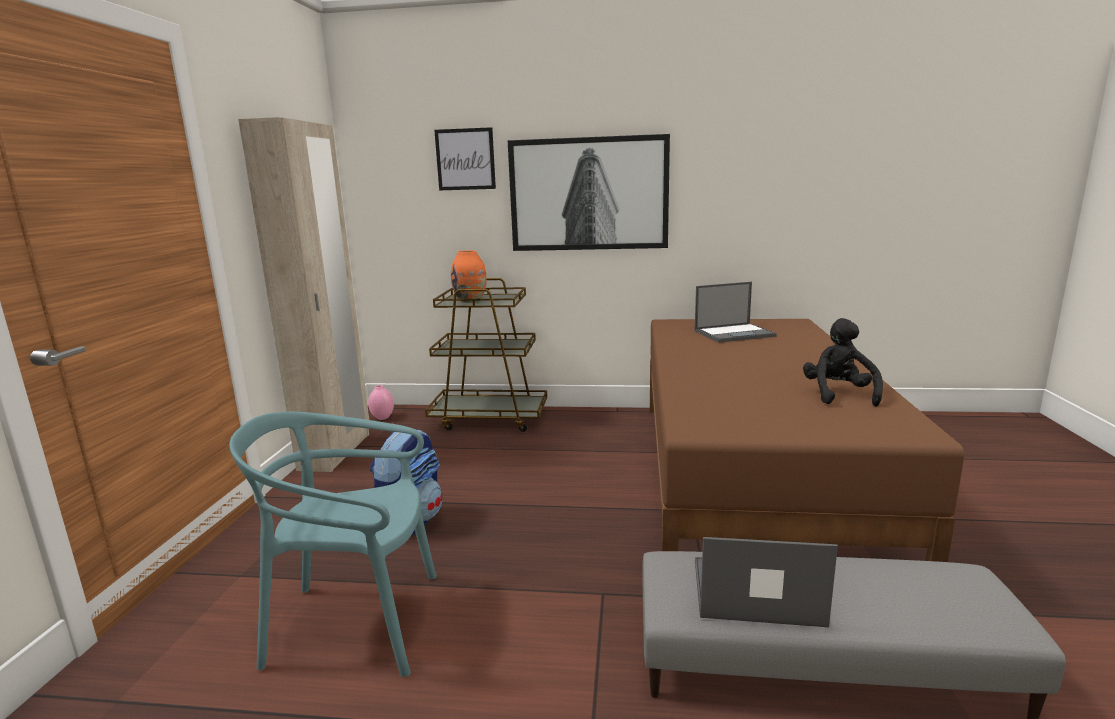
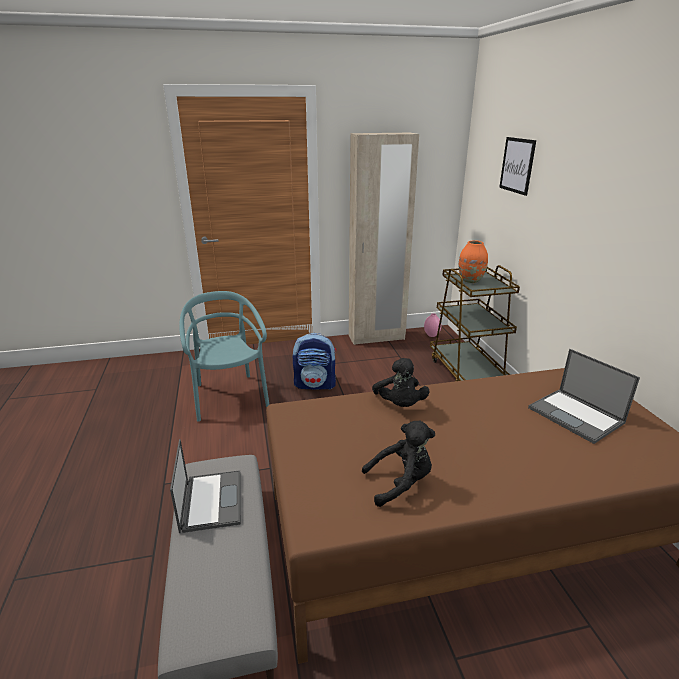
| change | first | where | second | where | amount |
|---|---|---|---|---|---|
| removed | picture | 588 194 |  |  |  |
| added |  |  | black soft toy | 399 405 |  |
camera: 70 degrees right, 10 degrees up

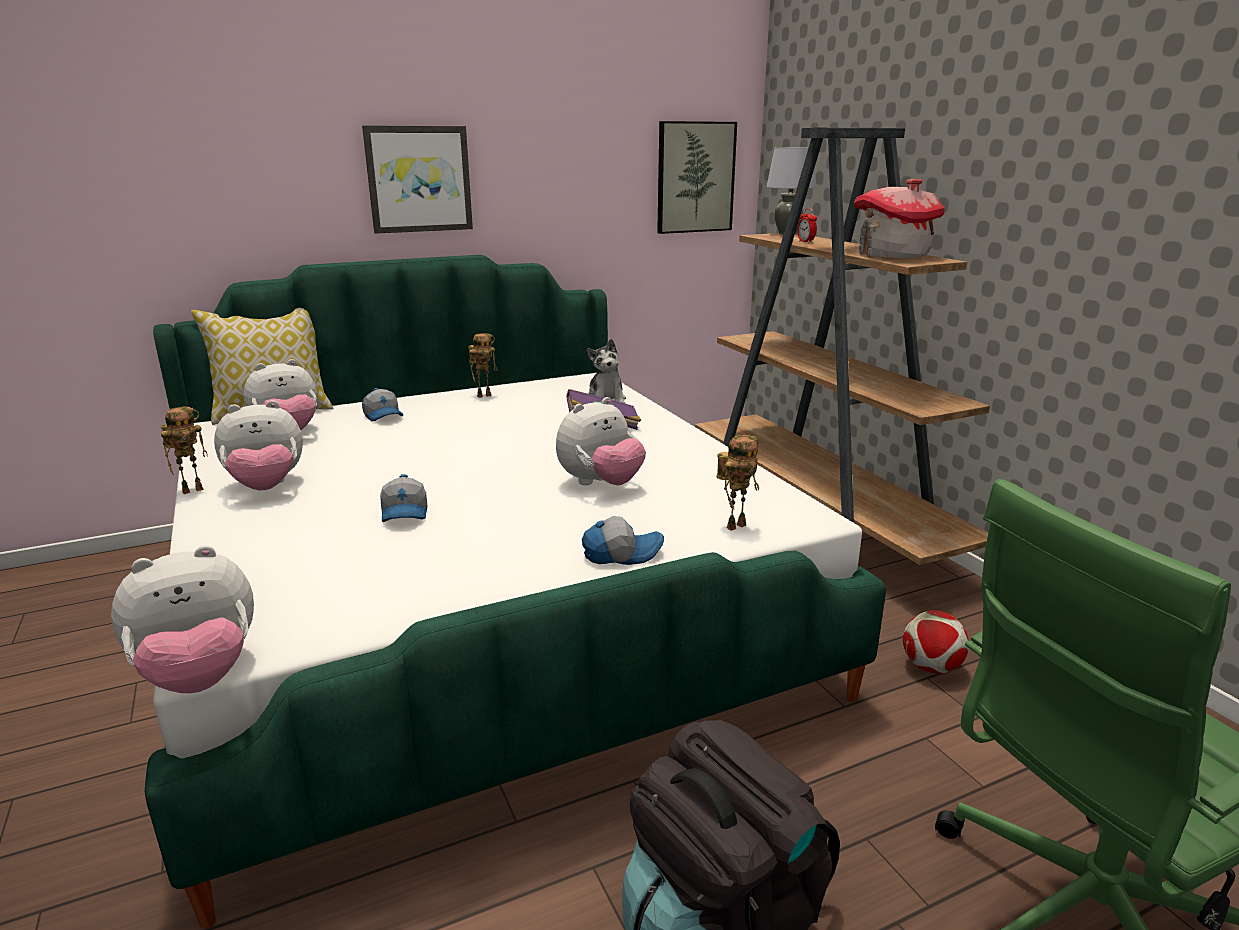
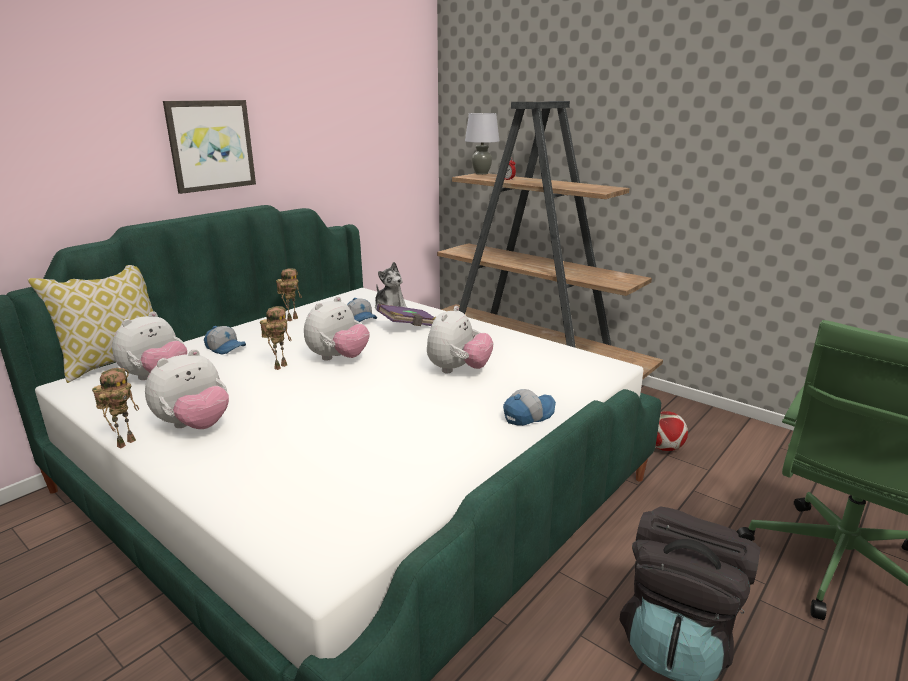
| change | first | where | second | where | amount |
|---|---|---|---|---|---|
| removed | picture | 695 177 |  |  |  |
| removed | toy house | 893 255 |  |  |  |
| moved | toy robot | 735 525 |  | 280 366 |  |
| moved | cap | 406 513 |  | 361 318 |  |
| moved | soft toy | 200 676 |  | 338 358 |  |
camera: 25 degrees left, 0 degrees up

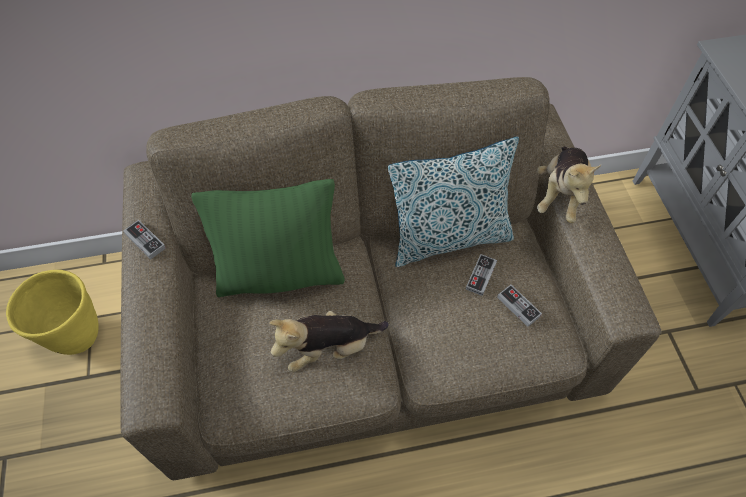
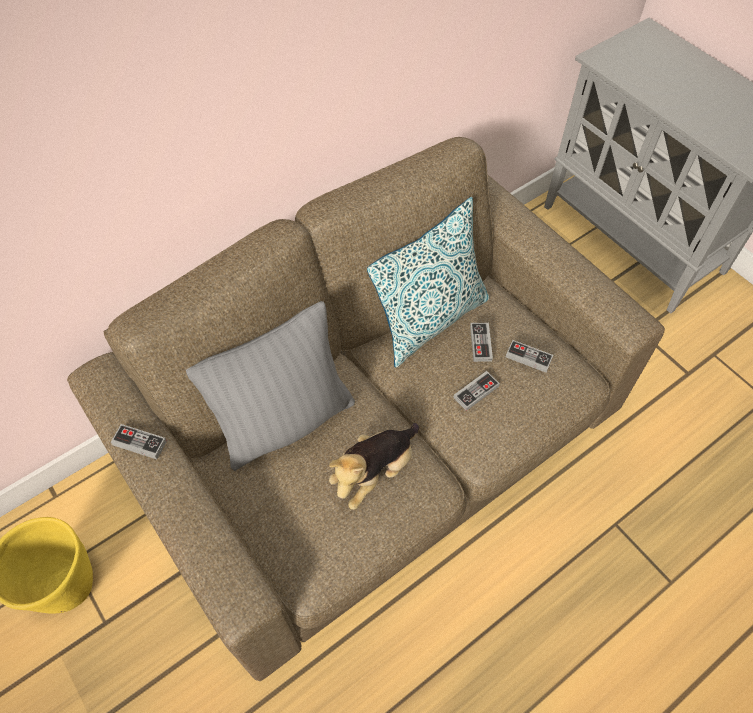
| change | first | where | second | where | amount |
|---|---|---|---|---|---|
| removed | soft toy | 560 194 |  |  |  |
| recoloured | green pillow | 280 274 | grey pillow | 286 421 |  |
| added |  |  | game controller | 476 392 |  |
camera: 25 degrees left, 0 degrees up

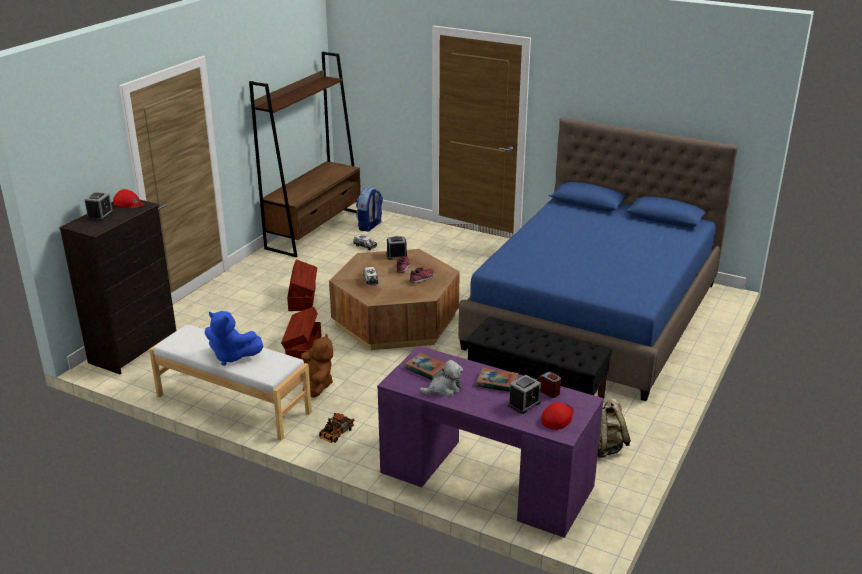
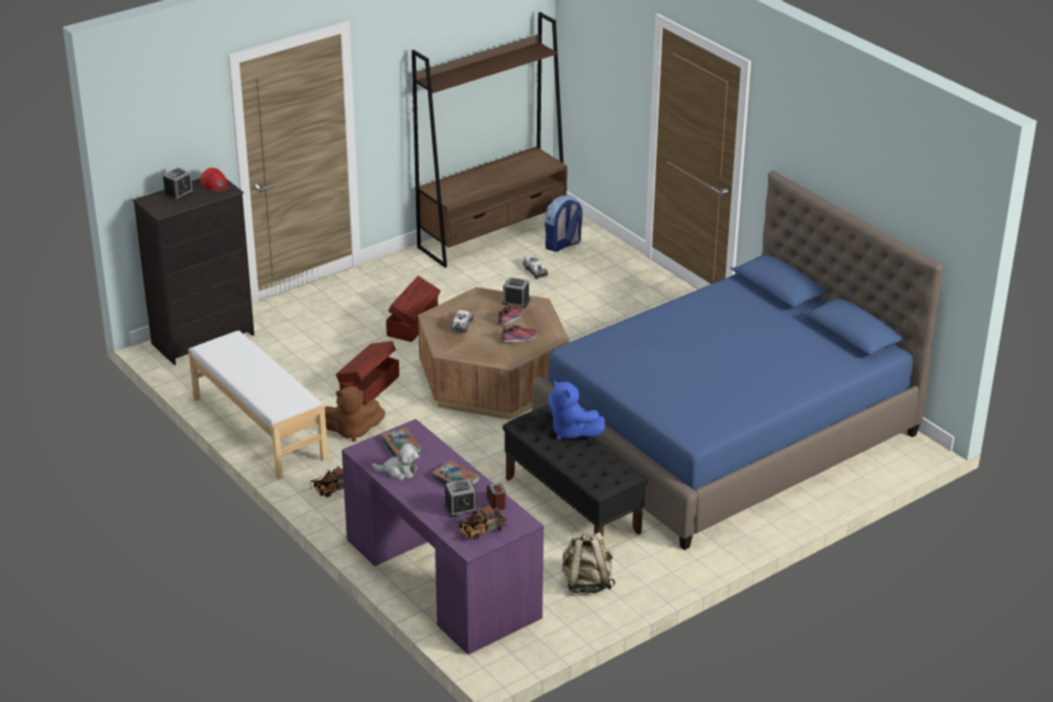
| change | first | where | second | where | amount |
|---|---|---|---|---|---|
| moved | blue soft toy | 232 356 |  | 571 432 |  |
| turned | brown soft toy | 316 385 |  | 352 431 | 75 degrees clockwise |
| replaced | red-coloured cap | 558 417 | toy lorry | 479 531 |  |
camera: 25 degrees right, 5 degrees up

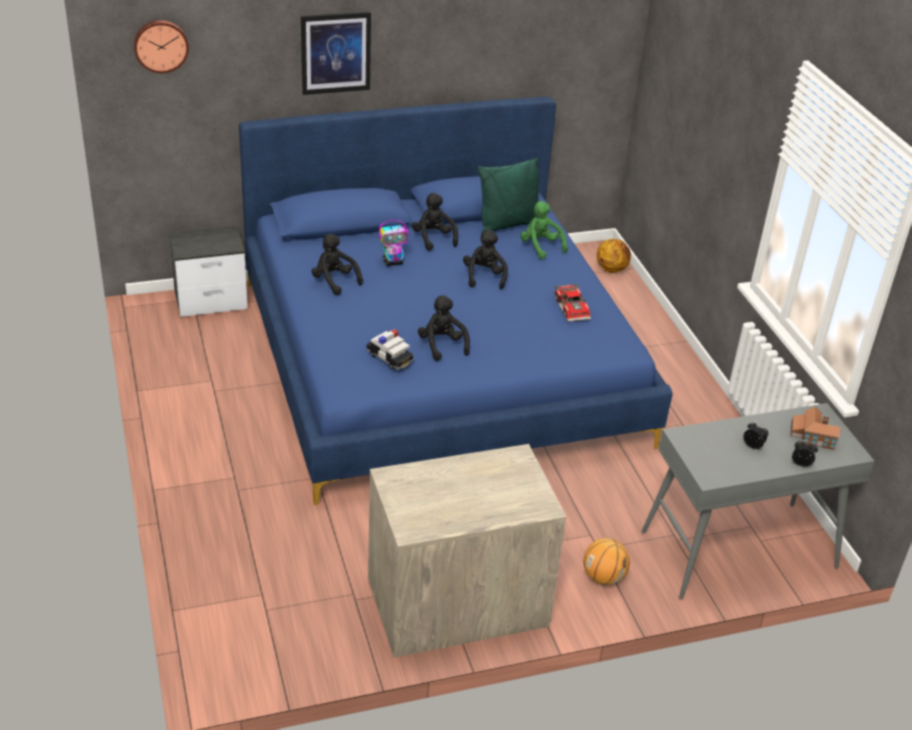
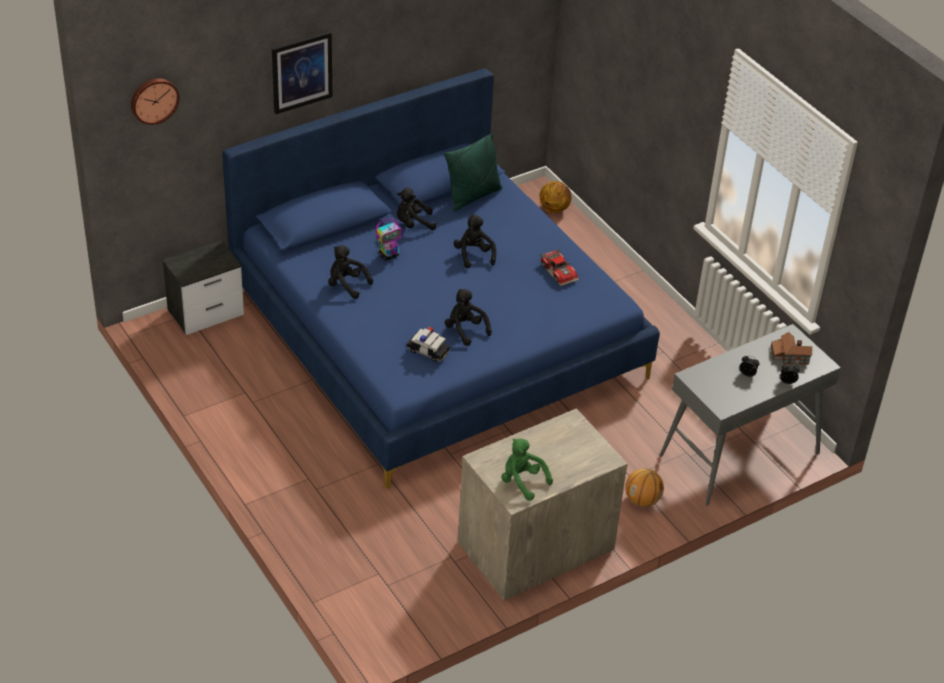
| change | first | where | second | where | amount |
|---|---|---|---|---|---|
| turned | black soft toy | 433 239 |  | 413 224 | 60 degrees counterclockwise |
| moved | green soft toy | 540 247 |  | 522 481 |  |
camera: 15 degrees left, 5 degrees up

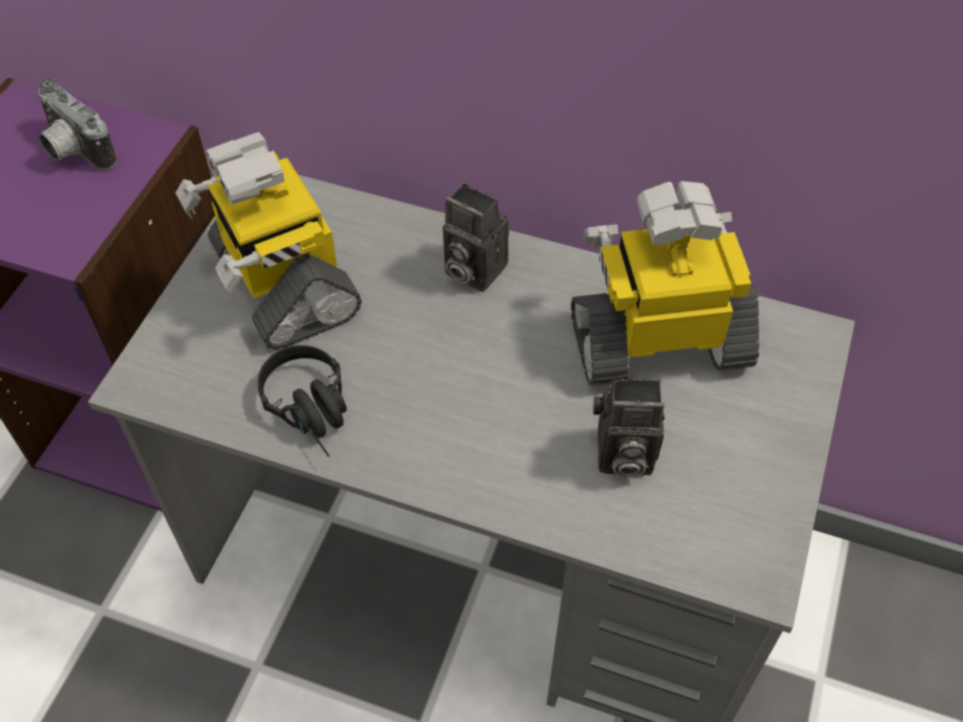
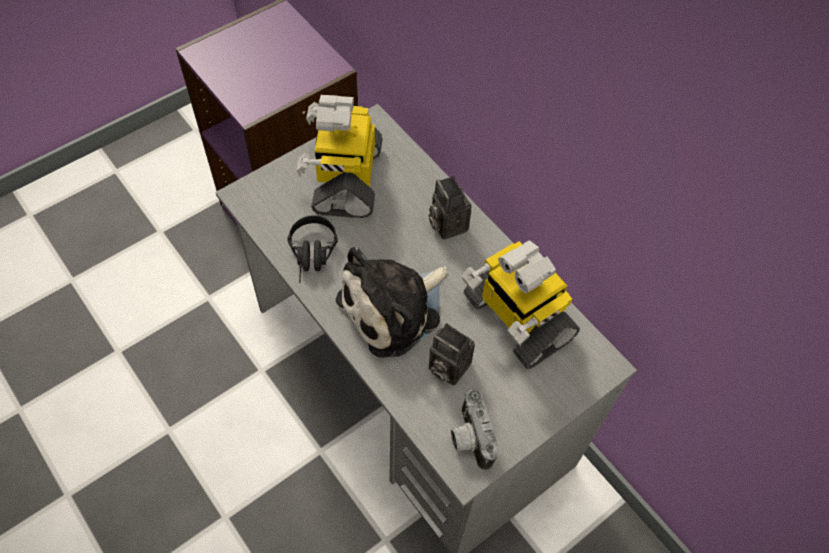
| change | first | where | second | where | amount |
|---|---|---|---|---|---|
| moved | photo camera | 74 151 |  | 468 438 |  |
| turned | toy robot | 659 340 |  | 516 318 | 150 degrees counterclockwise |
| added |  |  | soft toy | 394 308 |  |
camera: 30 degrees right, 5 degrees up

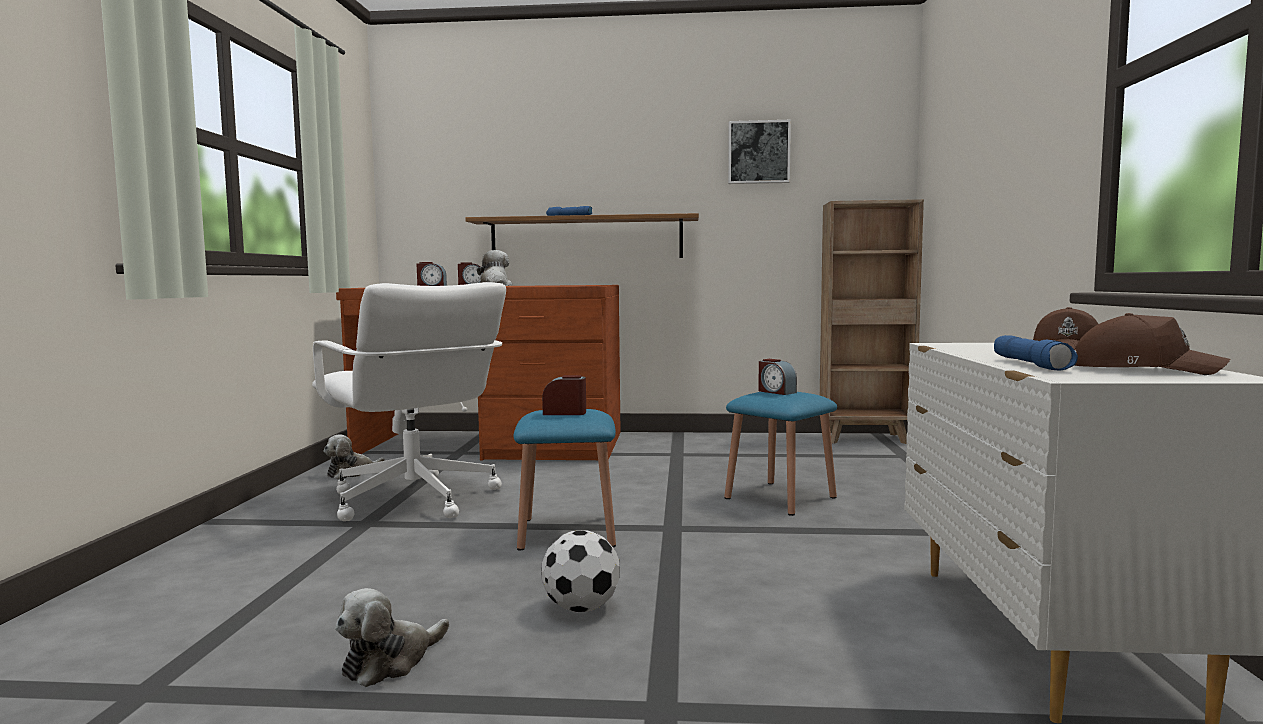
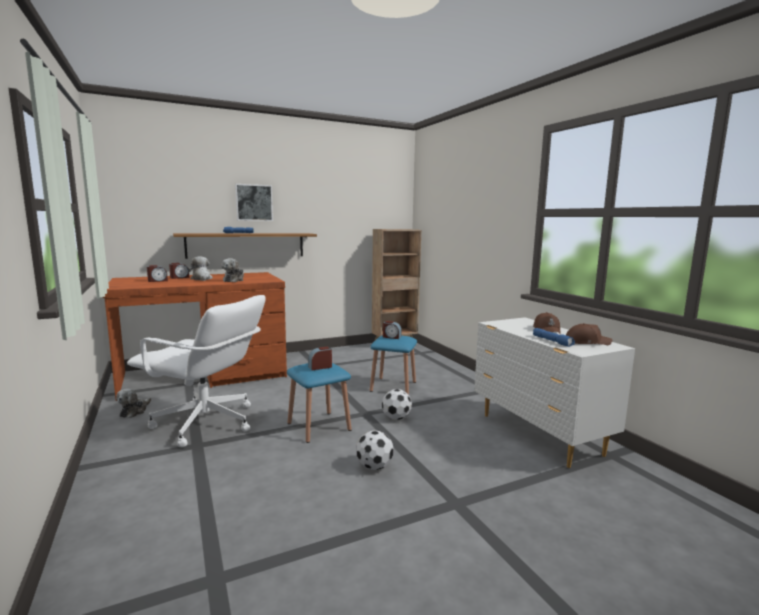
| change | first | where | second | where | amount |
|---|---|---|---|---|---|
| moved | picture | 758 152 |  | 254 202 |  |
| moved | soft toy | 390 661 |  | 234 280 |  |
| added |  |  | ball for football | 396 418 |  |
camera: 30 degrees left, 5 degrees up

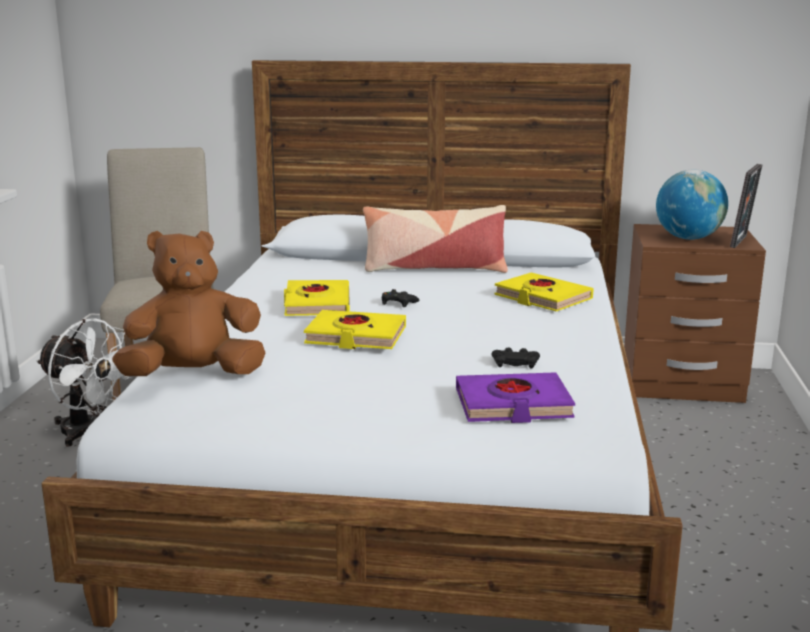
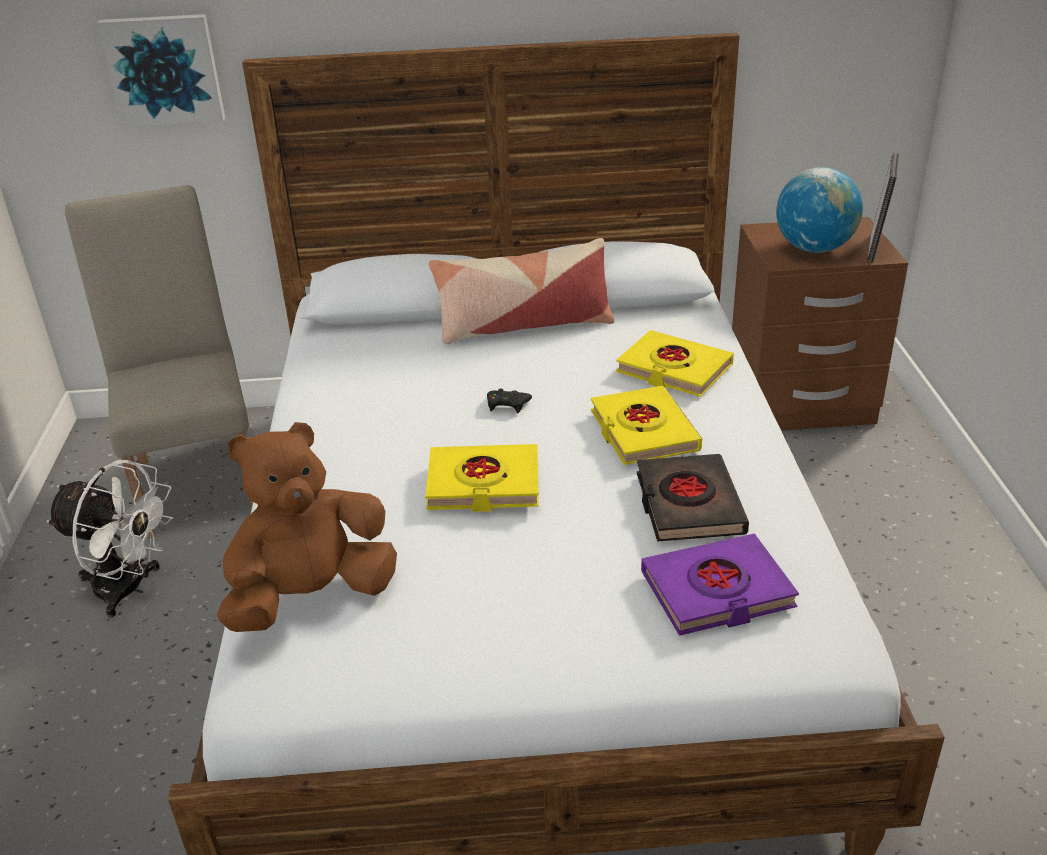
| change | first | where | second | where | amount |
|---|---|---|---|---|---|
| moved | yellow-coloured bound book | 317 304 |  | 643 432 |  |
| replaced | black game controller | 515 362 | black bound book | 688 504 |  |
| added |  |  | picture | 164 69 |  |
camera: 10 degrees left, 15 degrees up

